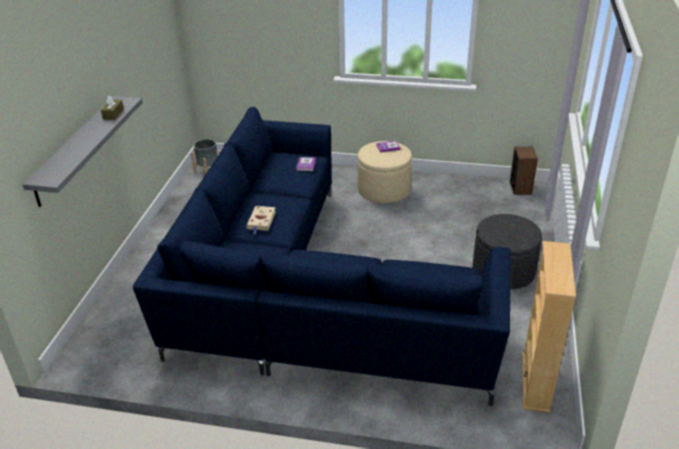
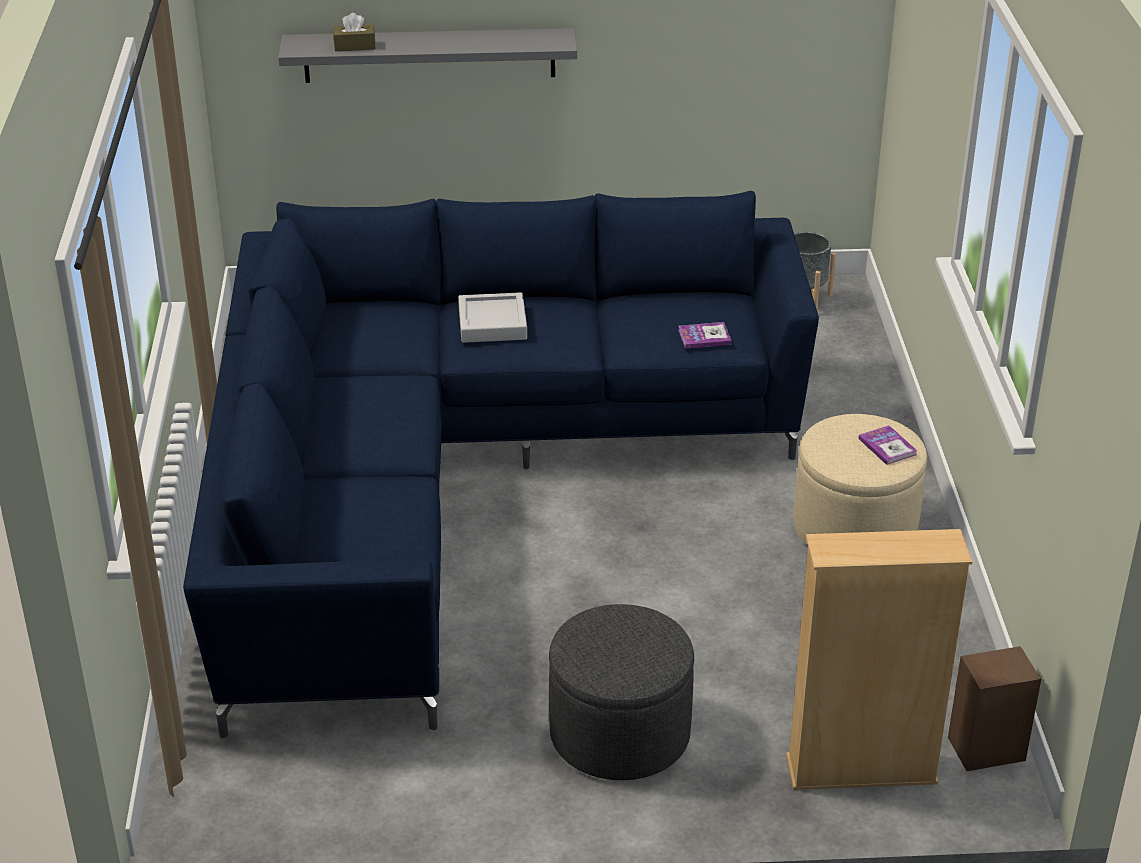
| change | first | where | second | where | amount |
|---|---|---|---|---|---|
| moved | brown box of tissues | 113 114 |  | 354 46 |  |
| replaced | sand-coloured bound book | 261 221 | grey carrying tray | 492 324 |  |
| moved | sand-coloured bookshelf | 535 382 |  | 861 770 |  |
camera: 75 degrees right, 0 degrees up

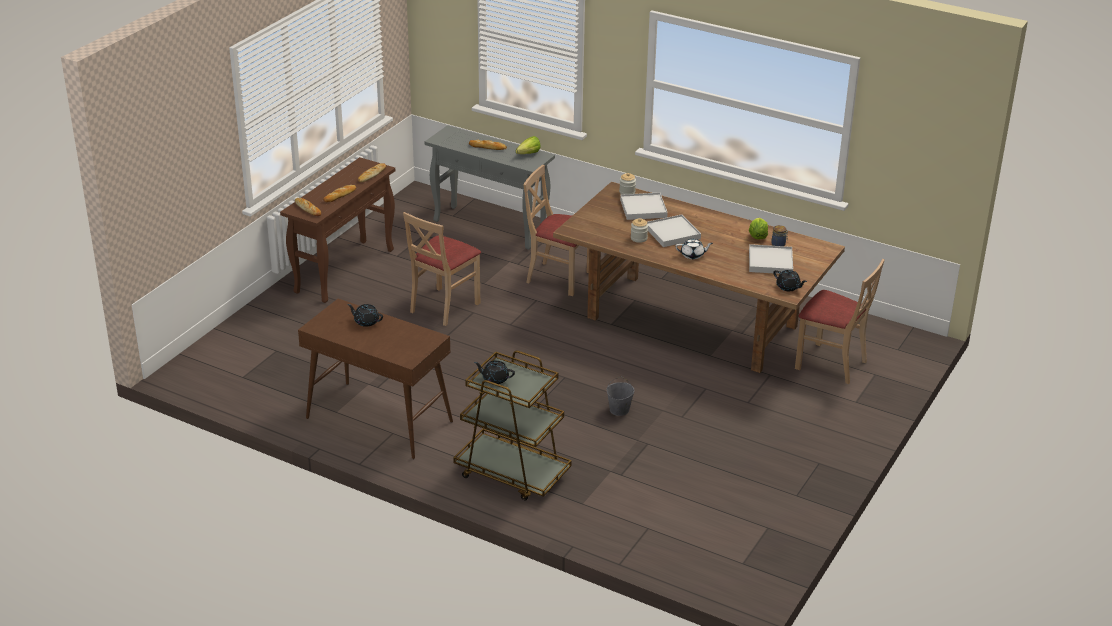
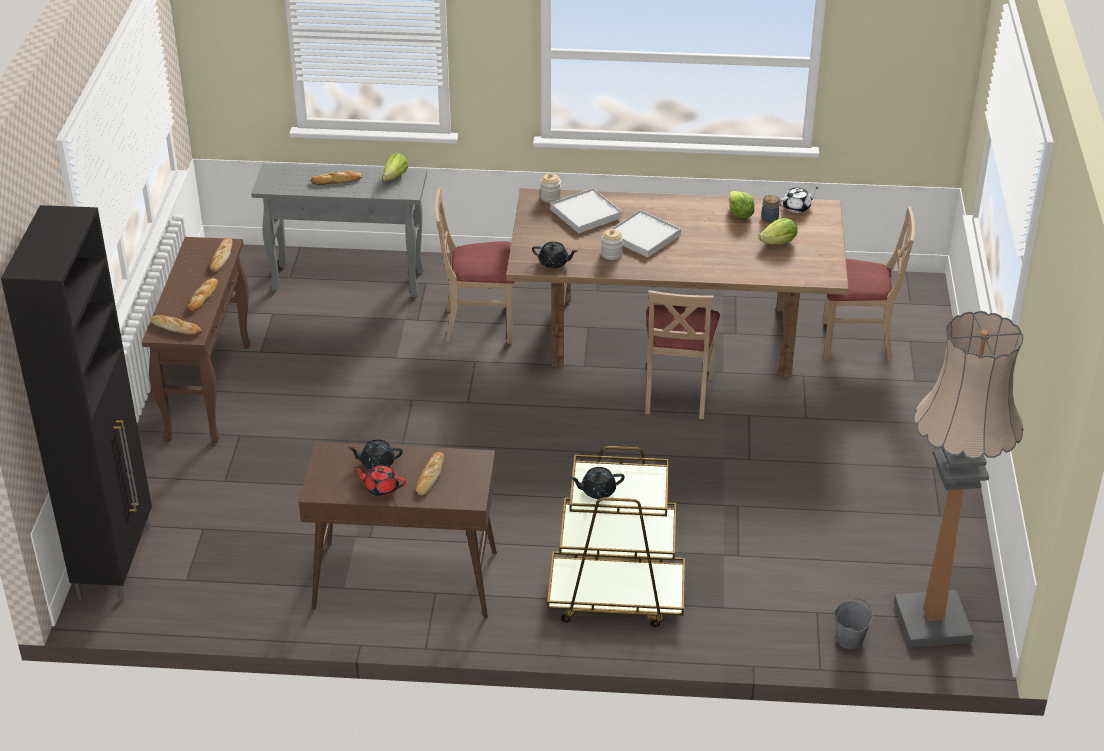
| change | first | where | second | where | amount |
|---|---|---|---|---|---|
| moved | sand-coloured upright chair | 443 306 |  | 677 394 |  |
| moved | whitish pot for tea | 693 255 |  | 797 207 |  |
| replaced | whitish carrying tray | 770 262 | head of lettuce | 779 243 |  |
| moved | black pot for tea | 788 287 |  | 554 262 |  |
| moved | grey bucket | 619 410 |  | 849 639 |  |
| added |  |  | black cupboard | 116 561 |  |
| added |  |  | standard lamp | 932 622 |  |
| added |  |  | bakery bread | 430 476 |  |
| added |  |  | red-coloured pot for tea | 381 488 |  |
camera: 25 degrees left, 5 degrees up

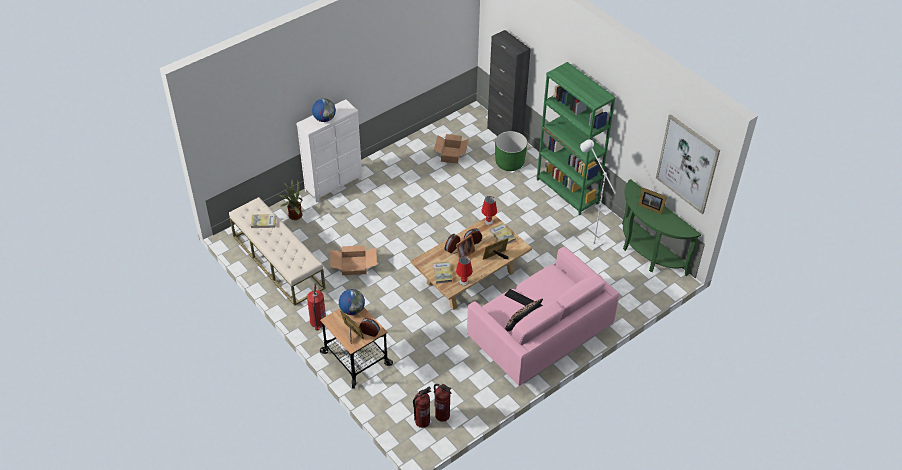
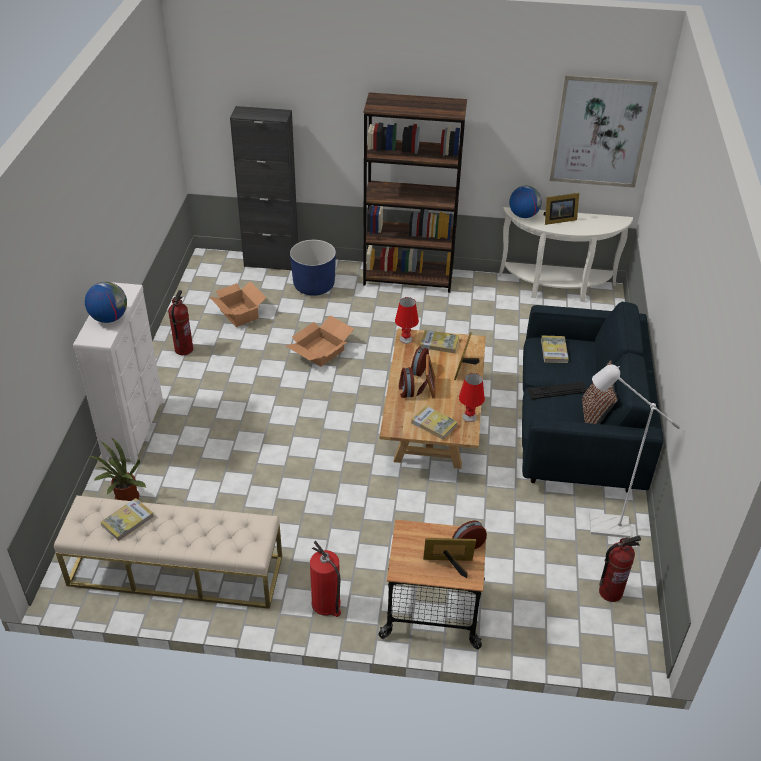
| change | first | where | second | where | amount |
|---|---|---|---|---|---|
| recoloured | green bookshelf | 567 191 | brown bookshelf | 408 278 |  |
| recoloured | green plant pot | 509 163 | blue plant pot | 314 285 |  |
| moved | whitish standard lamp | 586 238 |  | 601 525 |  |
| recoloured | green hall table | 646 253 | whitish hall table | 556 288 |  |
| moved | cardboard box | 354 265 |  | 320 350 |  |
| recoloured | pinkish settee | 538 335 | blue settee | 577 430 |  |
| moved | desk globe | 352 310 |  | 523 215 |  |
| moved | fire extinguisher | 422 421 |  | 184 349 |  |
| added |  |  | bound book | 554 351 |  |
camera: 45 degrees left, 5 degrees down

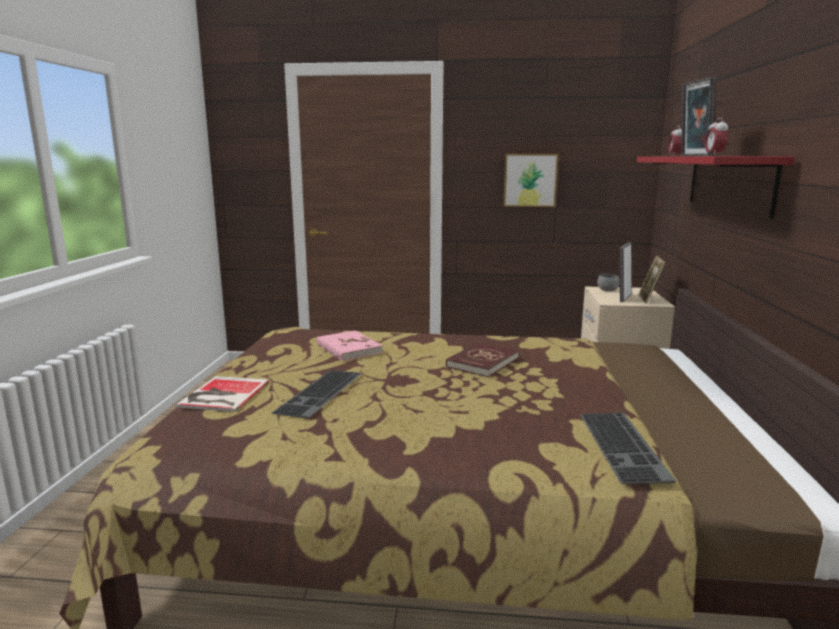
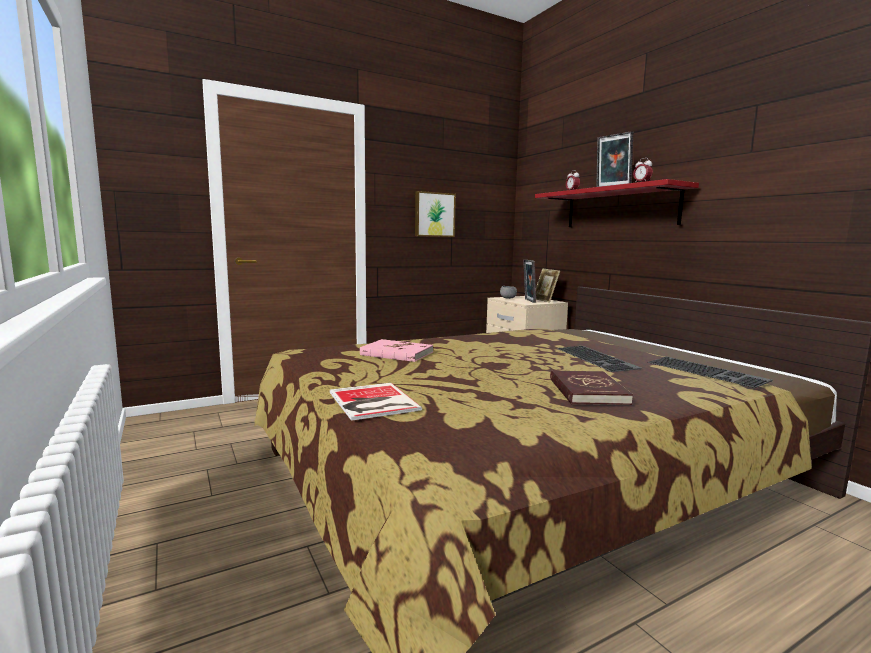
| change | first | where | second | where | amount |
|---|---|---|---|---|---|
| moved | red-coloured bound book | 482 362 |  | 587 391 |  |
| moved | computer keyboard | 322 393 |  | 597 358 |  |
camera: 35 degrees left, 5 degrees down

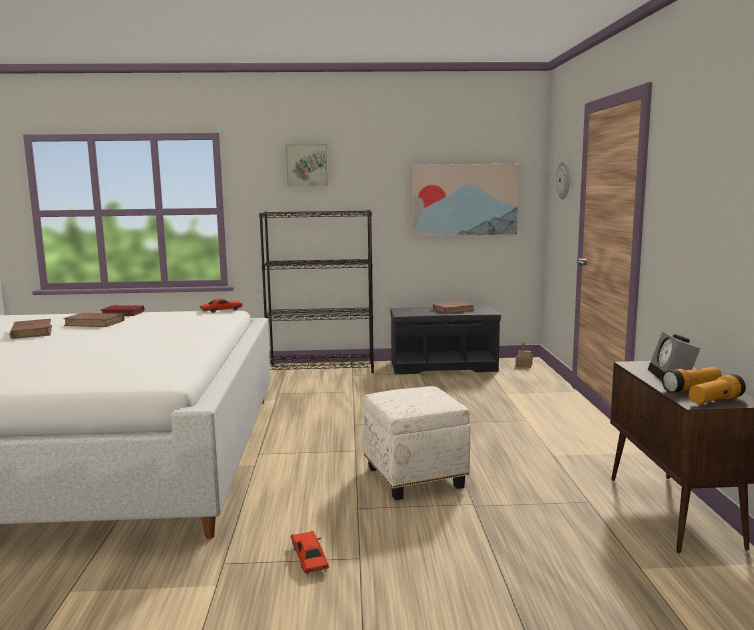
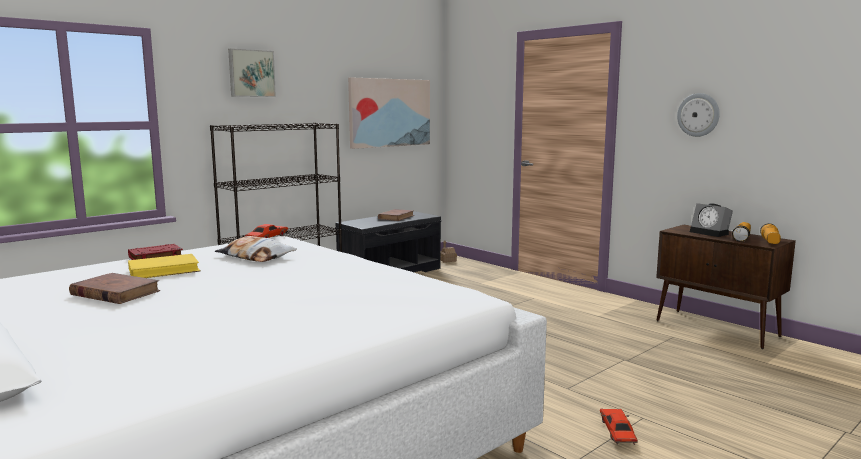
| change | first | where | second | where | amount |
|---|---|---|---|---|---|
| moved | clock on the wall | 564 180 |  | 698 115 |  |
| recoloured | brown bound book | 95 323 | yellow-coloured bound book | 164 270 |  |
| removed | whitish ottoman | 416 478 |  |  |  |
| turned | red-coloured model car | 309 558 |  | 617 432 | 60 degrees clockwise |
| added |  |  | pillow | 256 256 |  |
camera: 40 degrees left, 0 degrees up

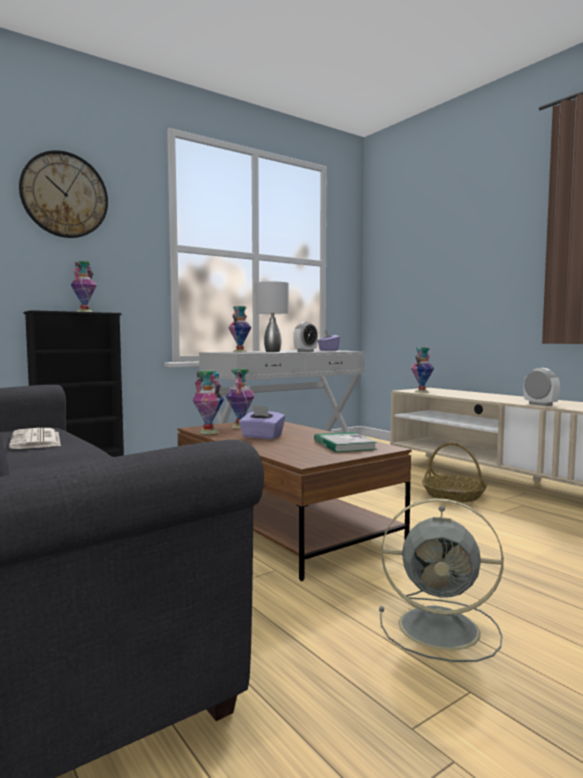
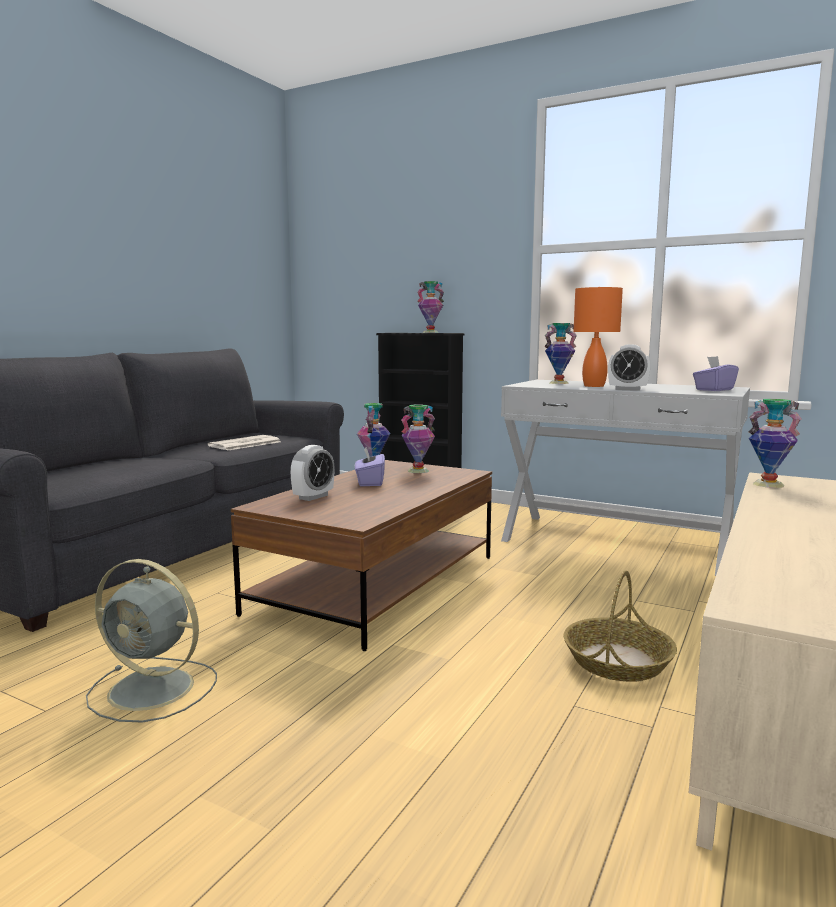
| change | first | where | second | where | amount |
|---|---|---|---|---|---|
| removed | clock on the wall | 64 195 |  |  |  |
| recoloured | grey tabletop lamp | 272 351 | orangey tabletop lamp | 593 386 |  |
| moved | bedside clock | 540 404 |  | 313 497 |  |
| removed | bound book | 344 445 |  |  |  |
| turned | grey electric fan | 442 628 |  | 154 689 | 60 degrees counterclockwise |
camera: 65 degrees right, 5 degrees up

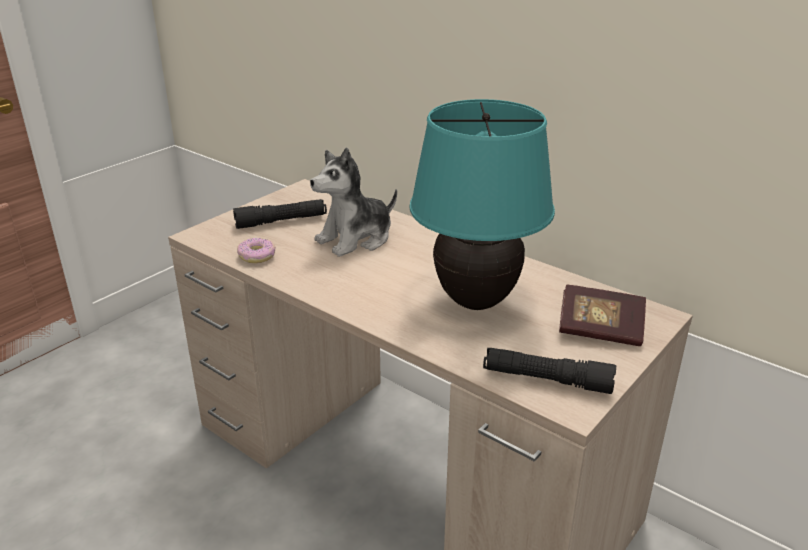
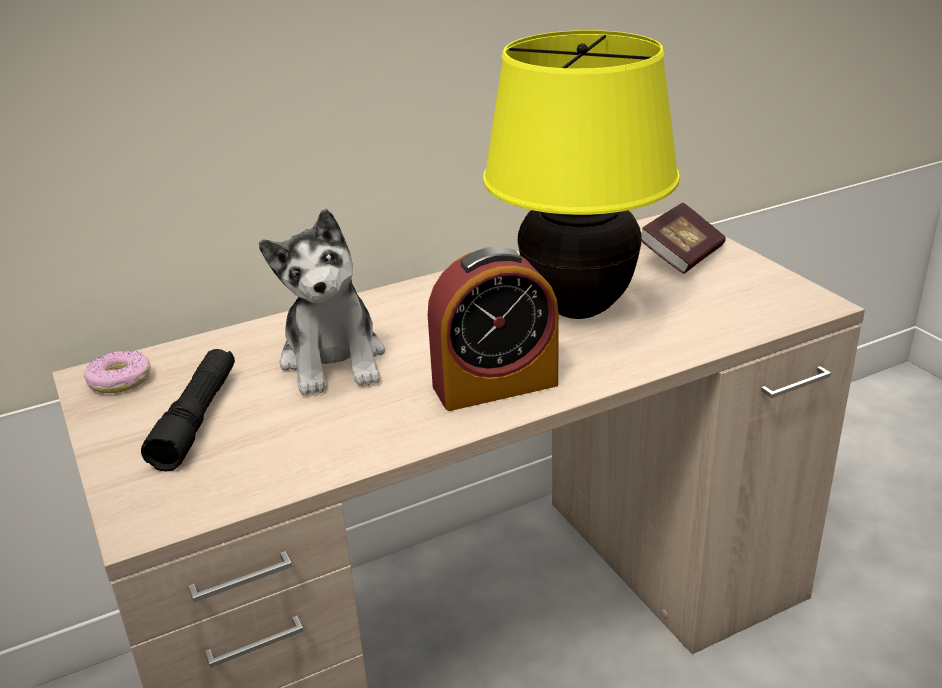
| change | first | where | second | where | amount |
|---|---|---|---|---|---|
| recoloured | turquoise-coloured tabletop lamp | 475 301 | yellow-coloured tabletop lamp | 578 309 |  |
| moved | ring doughnut | 257 256 |  | 120 380 |  |
| removed | black hand torch | 547 380 |  |  |  |
| added |  |  | bedside clock | 495 385 |  |
camera: 65 degrees left, 0 degrees up

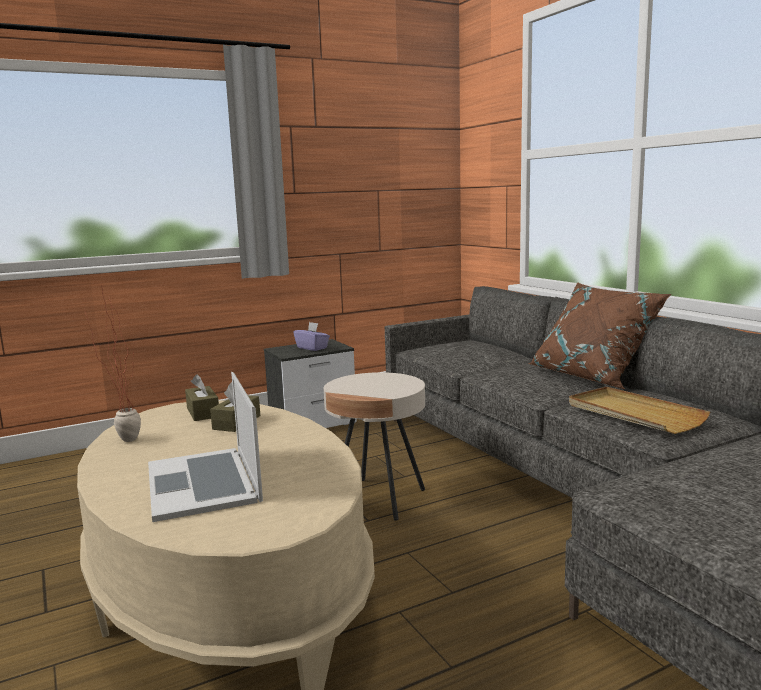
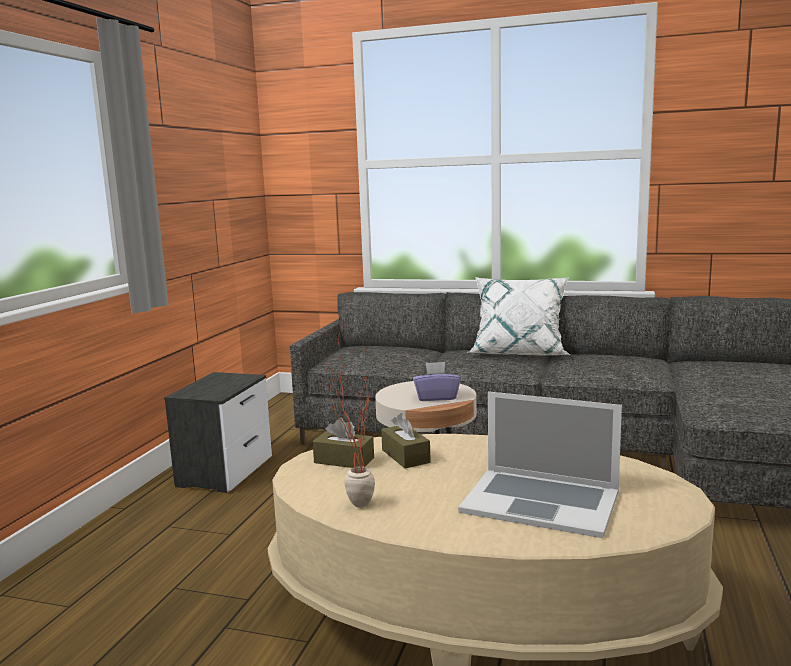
| change | first | where | second | where | amount |
|---|---|---|---|---|---|
| recoloured | brown pillow | 593 376 | whitish pillow | 519 352 |  |
| moved | purple box of tissues | 312 348 |  | 436 397 |  |
| removed | sand-coloured carrying tray | 633 414 |  |  |  |
camera: 45 degrees left, 0 degrees up

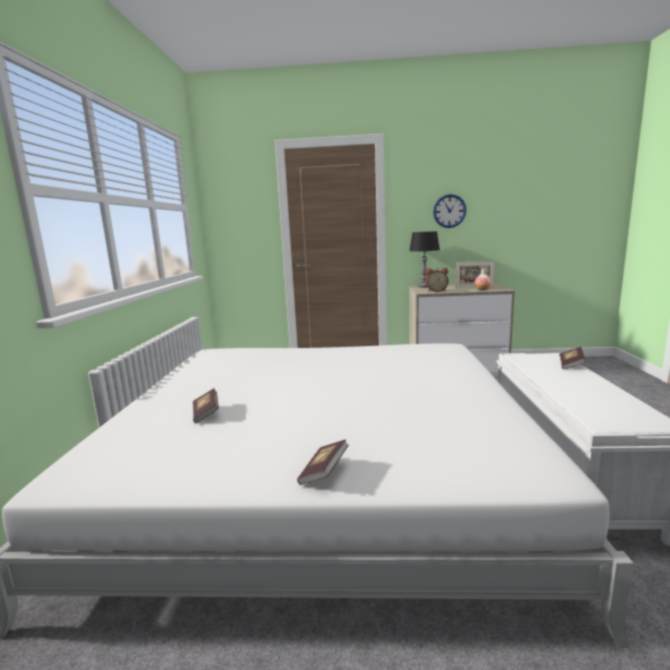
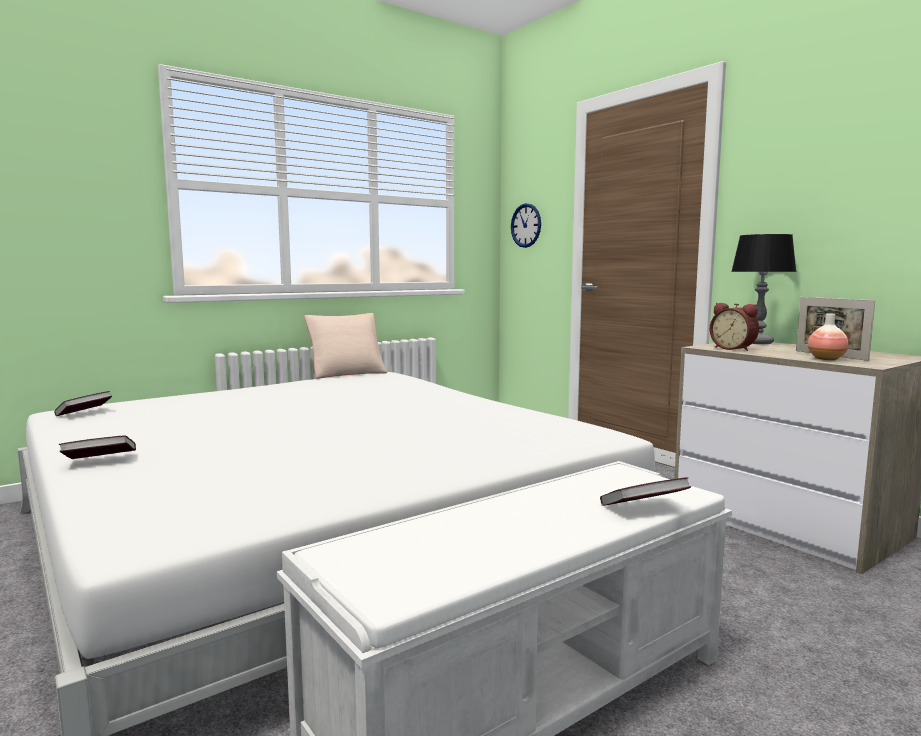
| change | first | where | second | where | amount |
|---|---|---|---|---|---|
| moved | clock on the wall | 449 211 |  | 526 225 |  |
| moved | bound book | 206 413 |  | 84 413 |  |
| added |  |  | sand-coloured pillow | 346 373 |  |
camera: 50 degrees right, 5 degrees down

